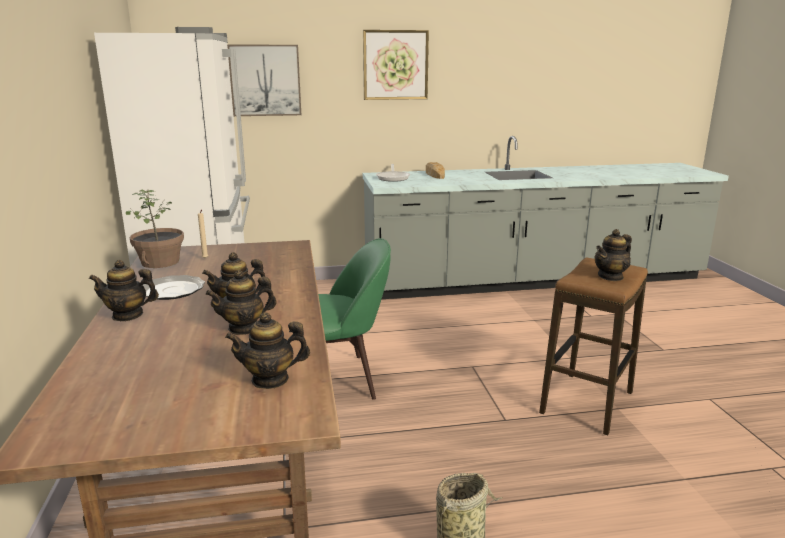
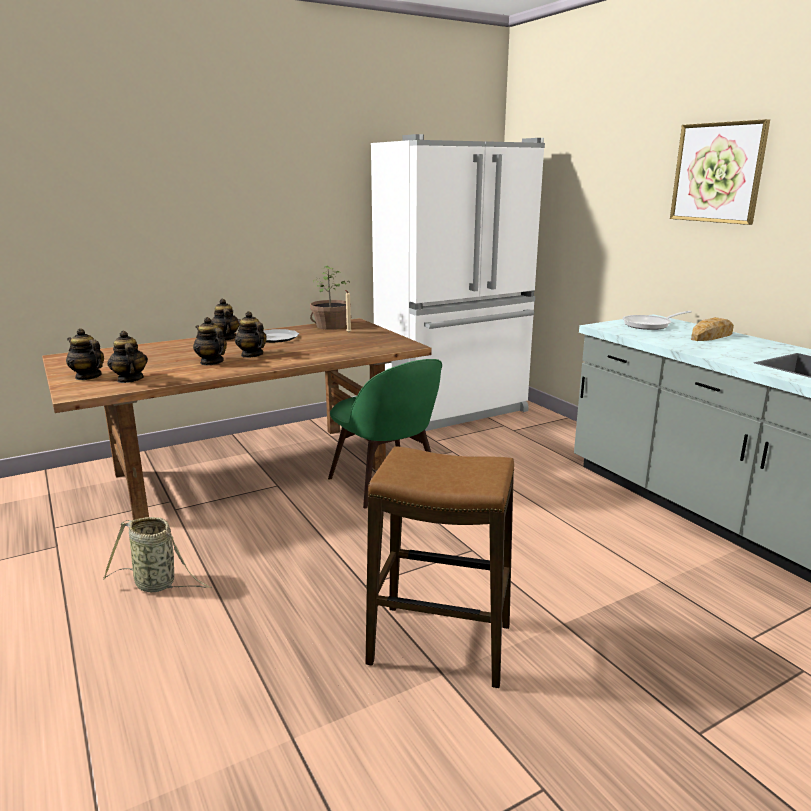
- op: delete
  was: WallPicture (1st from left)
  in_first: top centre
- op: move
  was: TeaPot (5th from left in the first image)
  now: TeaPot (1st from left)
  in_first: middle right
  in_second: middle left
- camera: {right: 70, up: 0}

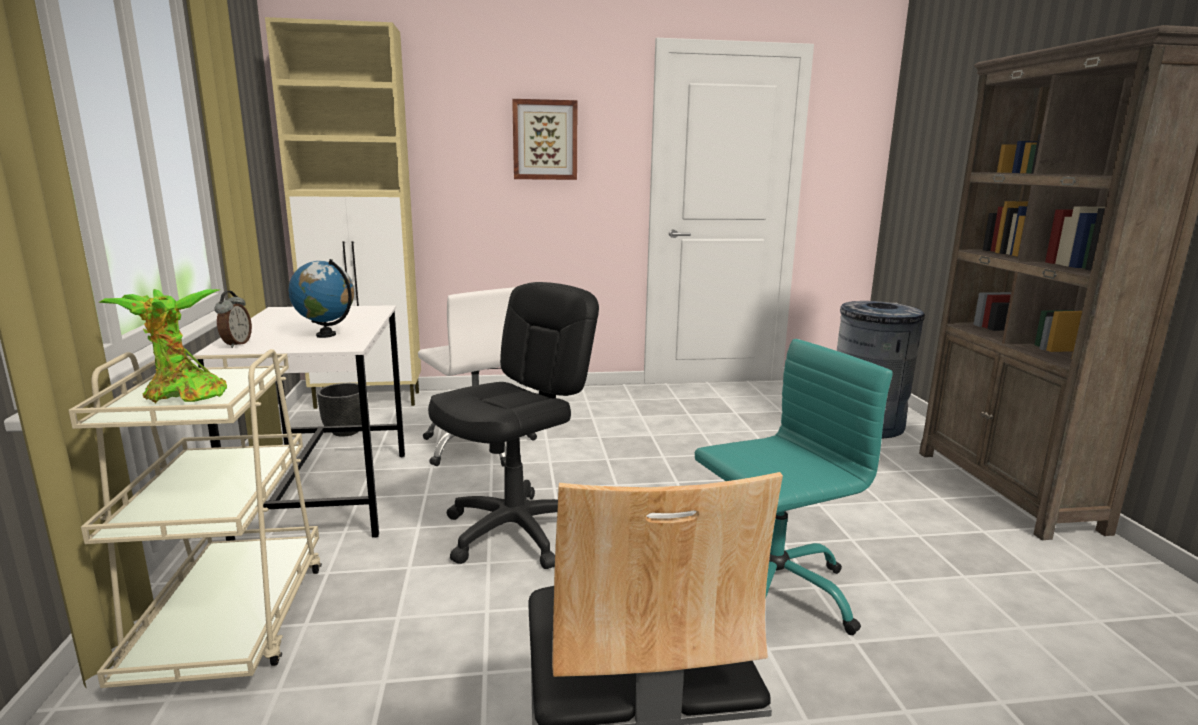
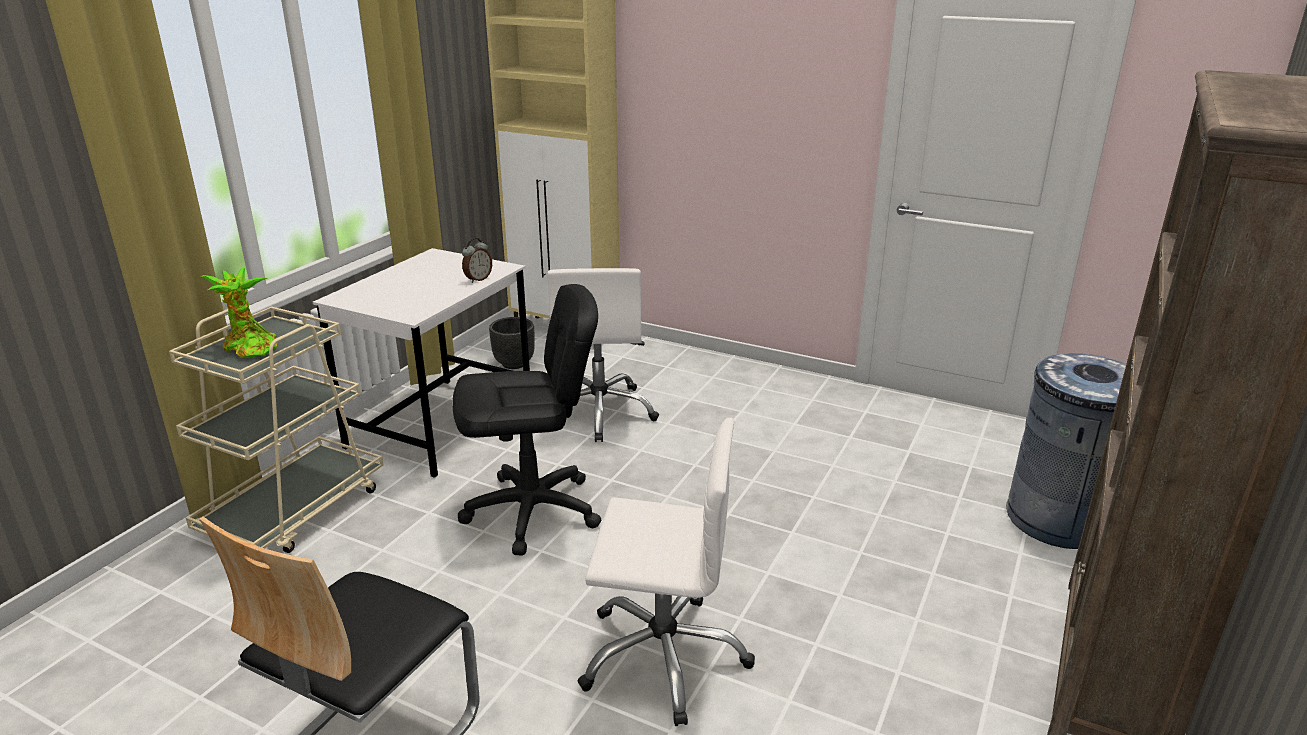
- op: delete
  was: WallPicture
  in_first: top centre
- op: delete
  was: WorldGlobe
  in_first: middle left
- op: move
  was: BedsideClock
  in_first: middle left
  in_second: centre
- op: recolor
  was: BlueGreenComputerChair
  now: WhitishComputerChair (2nd from left)
  in_first: bottom centre
  in_second: bottom centre
- camera: {right: 35, up: 10}

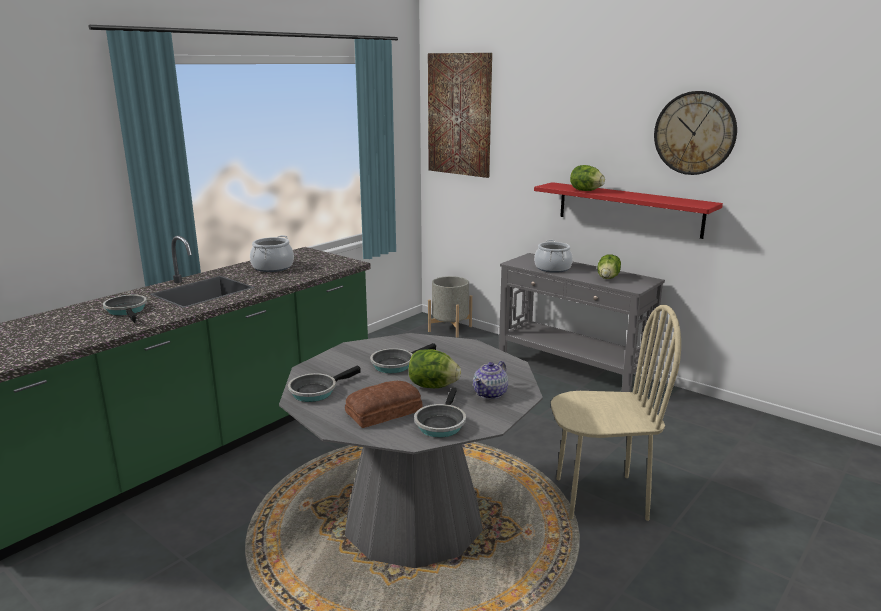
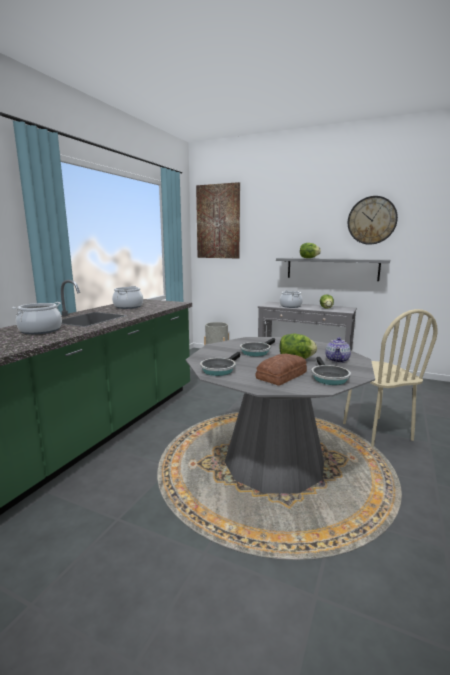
- op: recolor
  was: ReddishShelf
  now: GreyShelf
  in_first: middle right
  in_second: middle right
- op: replace
  was: FryingPan (1st from left)
  now: CookingPot (1st from left)
  in_first: middle left
  in_second: middle left
- op: rotate
  was: BeigeColouredChair
  in_first: bottom right
  in_second: middle right
  clockwise: 90
- camera: {right: -15, up: -5}

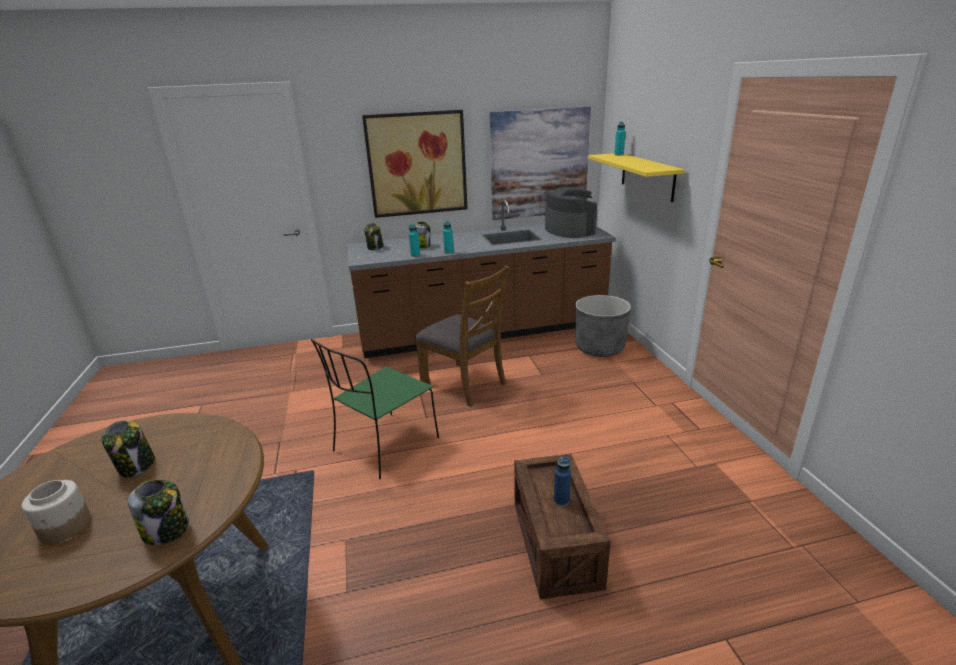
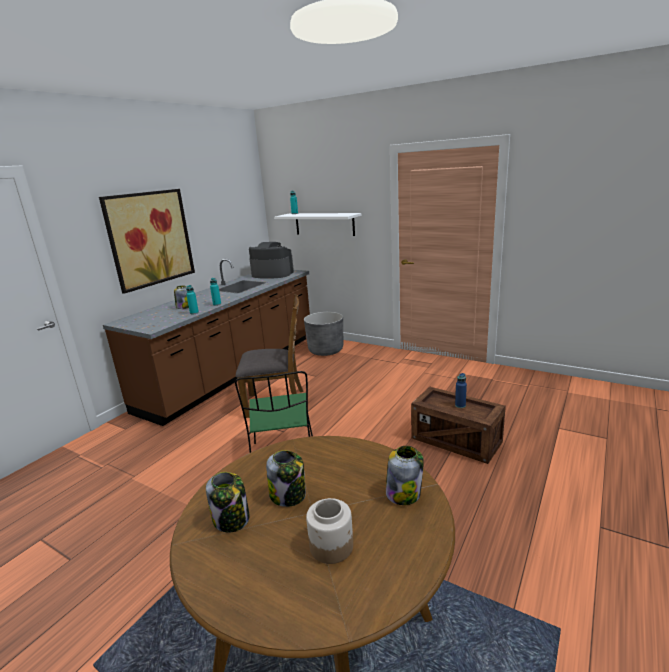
- op: delete
  was: WallPicture (2nd from left)
  in_first: top centre
- op: recolor
  was: YellowColouredShelf
  now: WhitishShelf
  in_first: top centre
  in_second: centre
- op: move
  was: Jar (4th from left in the first image)
  now: Jar (2nd from left)
  in_first: centre
  in_second: bottom centre
- camera: {right: -45, up: -5}

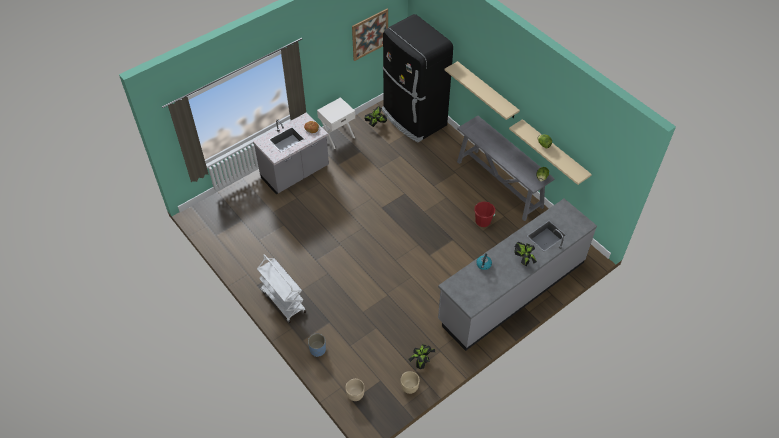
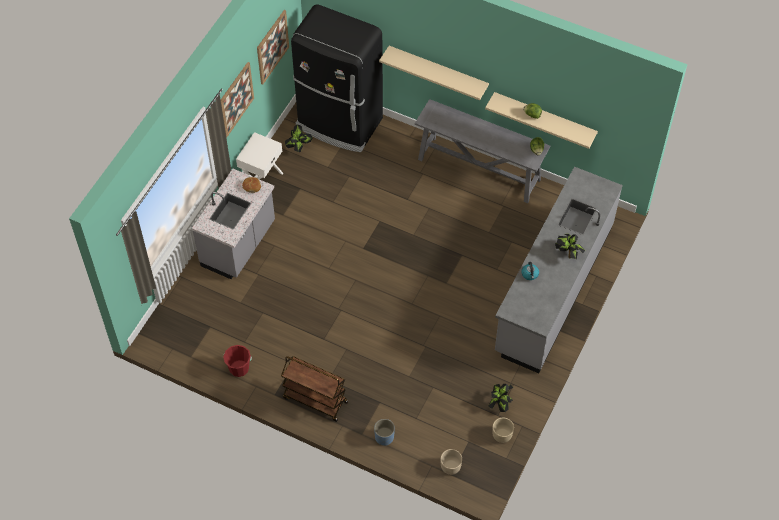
- op: move
  was: ReddishPail
  in_first: centre
  in_second: bottom left
- op: recolor
  was: WhitishCart
  now: BrownishCart
  in_first: centre
  in_second: bottom centre
- op: insert
  now: WallPicture (1st from left)
  in_second: top left
- camera: {right: -25, up: 5}

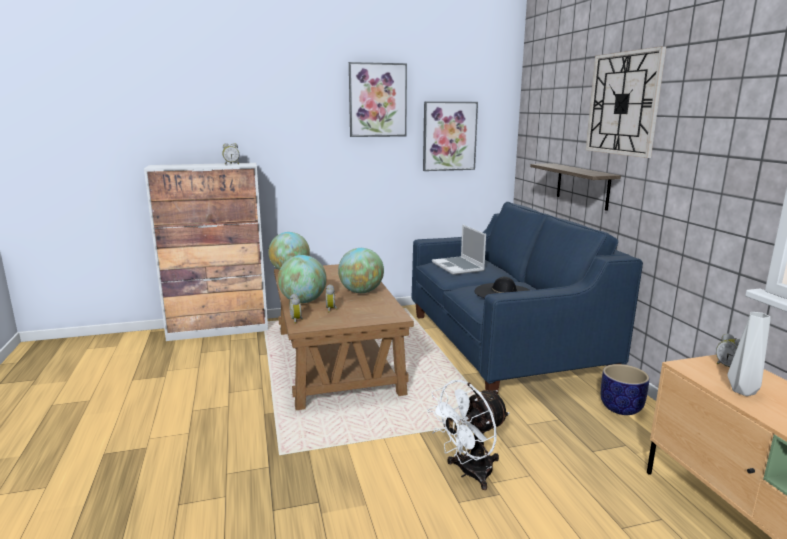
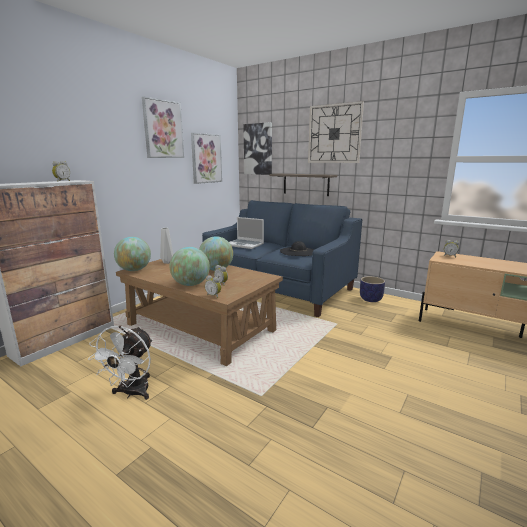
- op: move
  was: GreyFlowerVase
  in_first: middle right
  in_second: middle left
- op: move
  was: WhitishFan
  in_first: bottom centre
  in_second: bottom left
- op: insert
  now: WallPicture (3rd from left)
  in_second: top centre
- camera: {right: -40, up: 0}

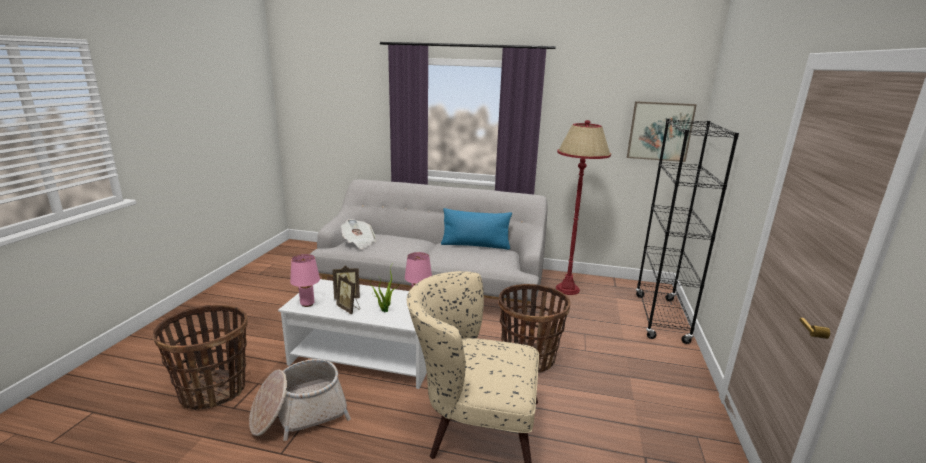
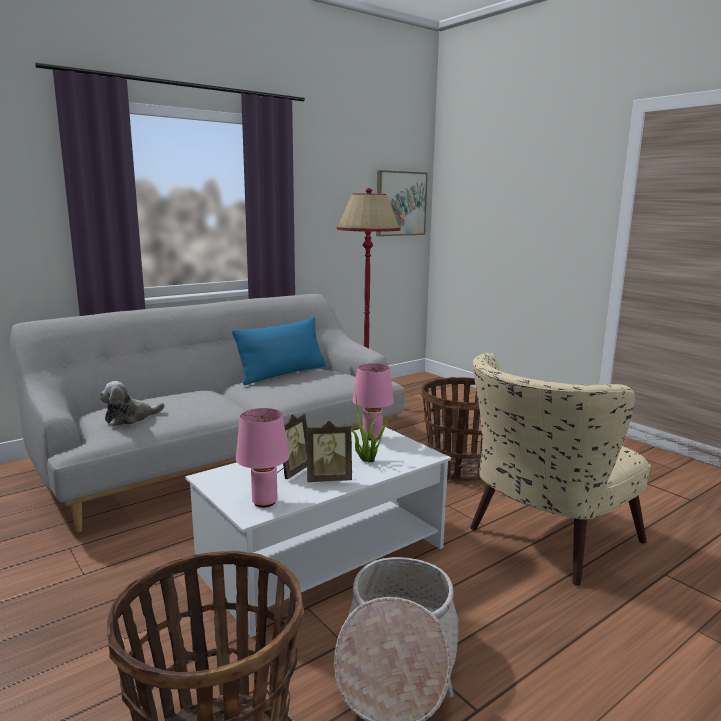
- op: delete
  was: BlackishShelvingUnit
  in_first: middle right
- op: replace
  was: Newspaper
  now: SoftToy
  in_first: centre
  in_second: middle left
- camera: {right: -50, up: -5}

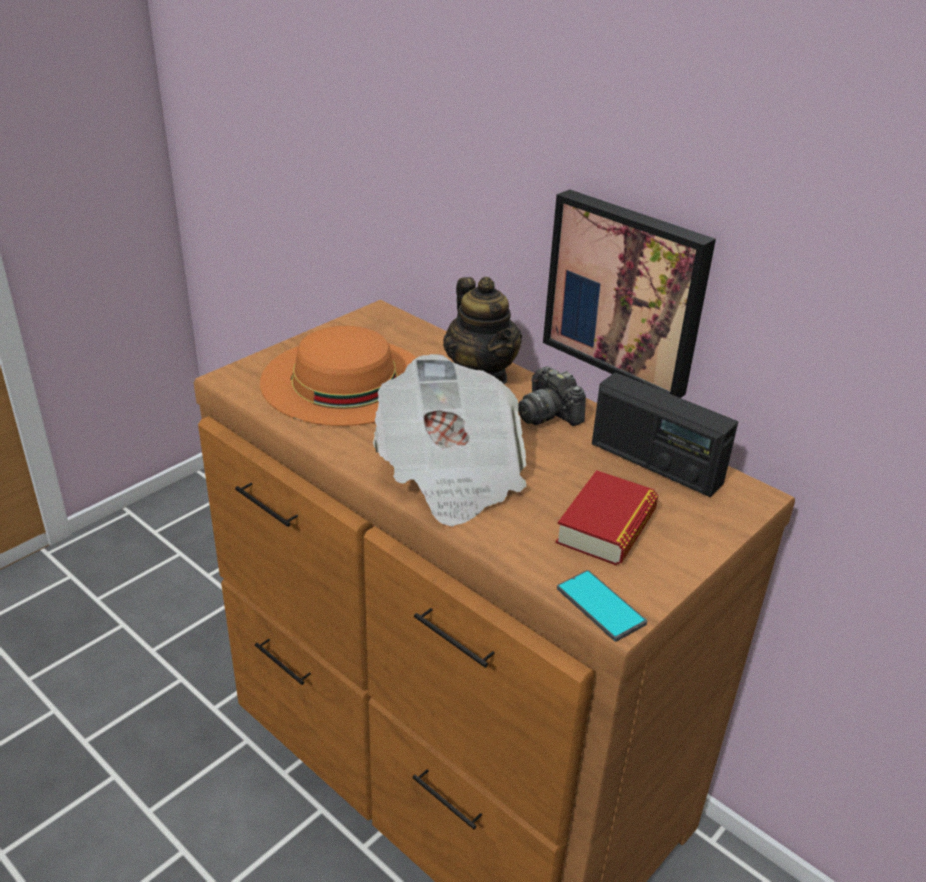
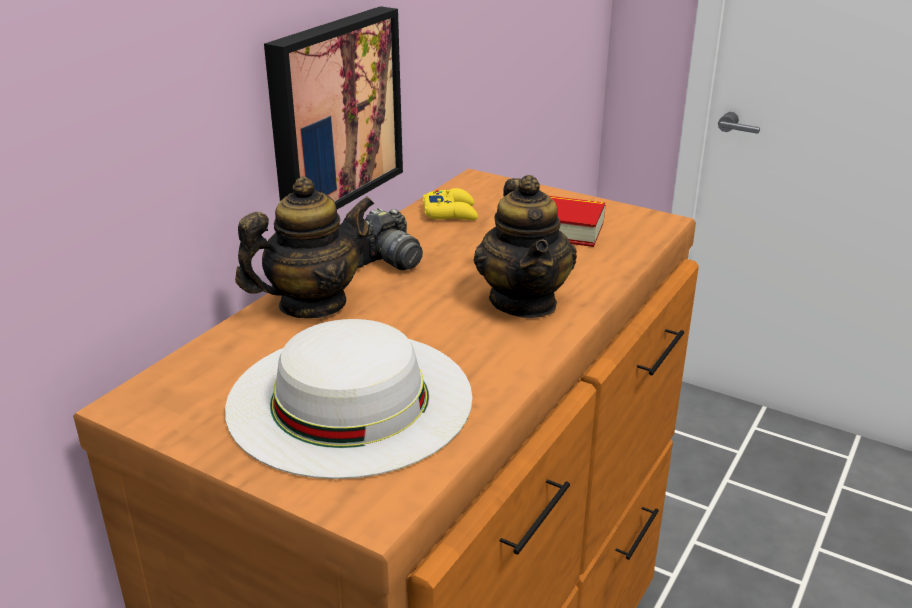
- op: recolor
  was: OrangeyHat
  now: WhitishHat
  in_first: centre
  in_second: centre
- op: replace
  was: Newspaper
  now: TeaPot (2nd from left)
  in_first: centre
  in_second: centre
- op: replace
  was: RadioSet
  now: YellowColouredGameController
  in_first: middle right
  in_second: centre
- op: delete
  was: Phone
  in_first: bottom centre
- camera: {right: -100, up: -5}

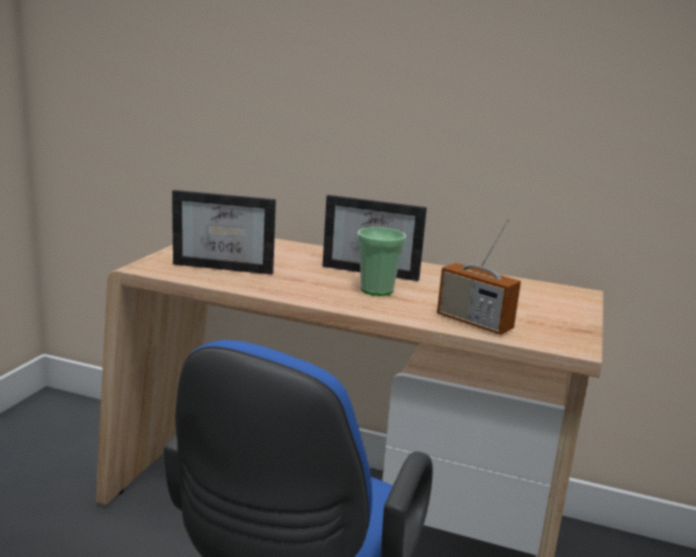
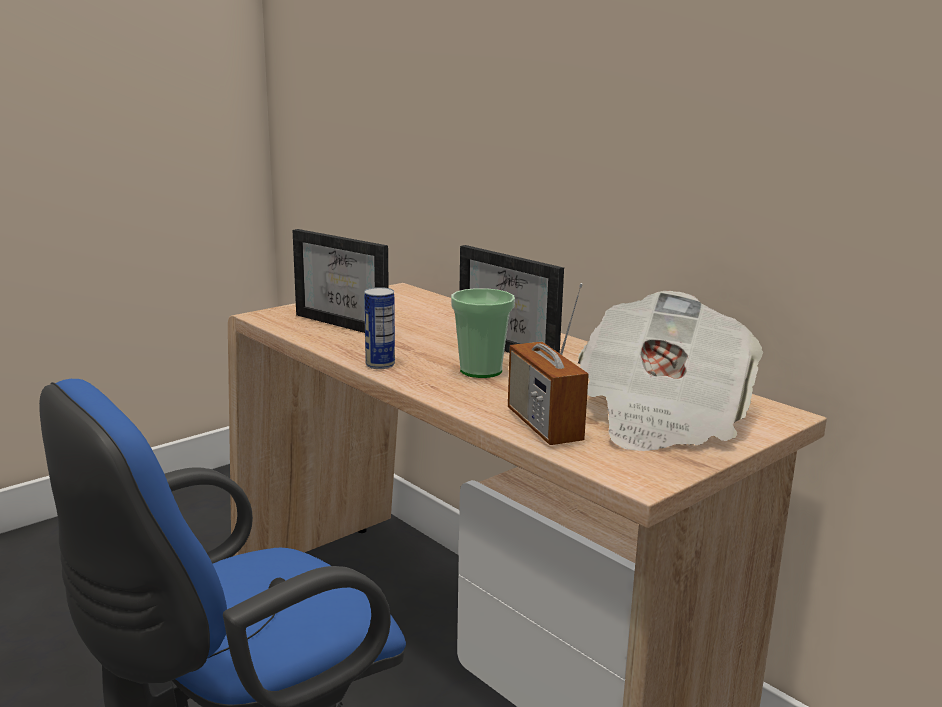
- op: insert
  now: SealedCan
  in_second: centre
- op: insert
  now: Newspaper
  in_second: middle right
- camera: {right: 30, up: 0}

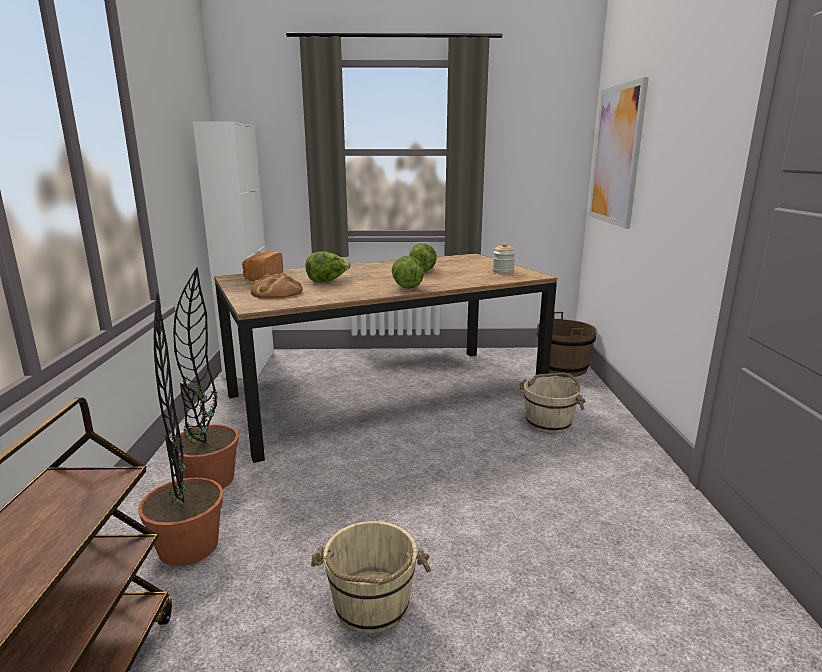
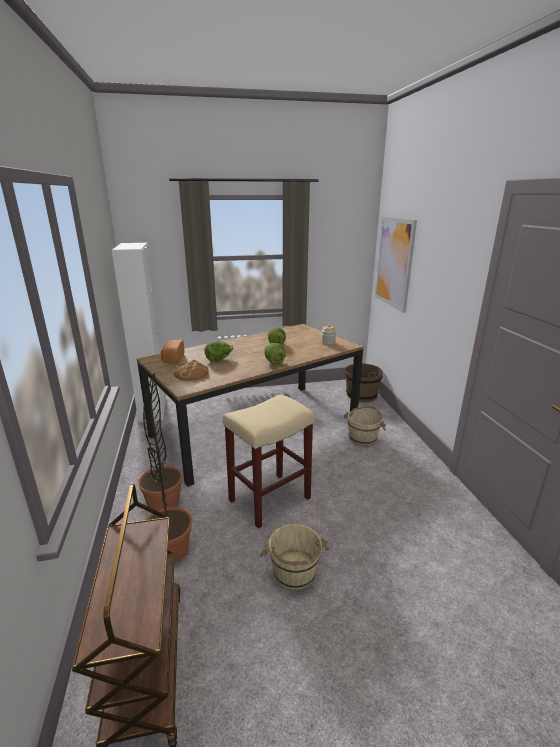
- op: insert
  now: BeigeColouredStoolSeat
  in_second: centre
- camera: {right: -10, up: 5}

